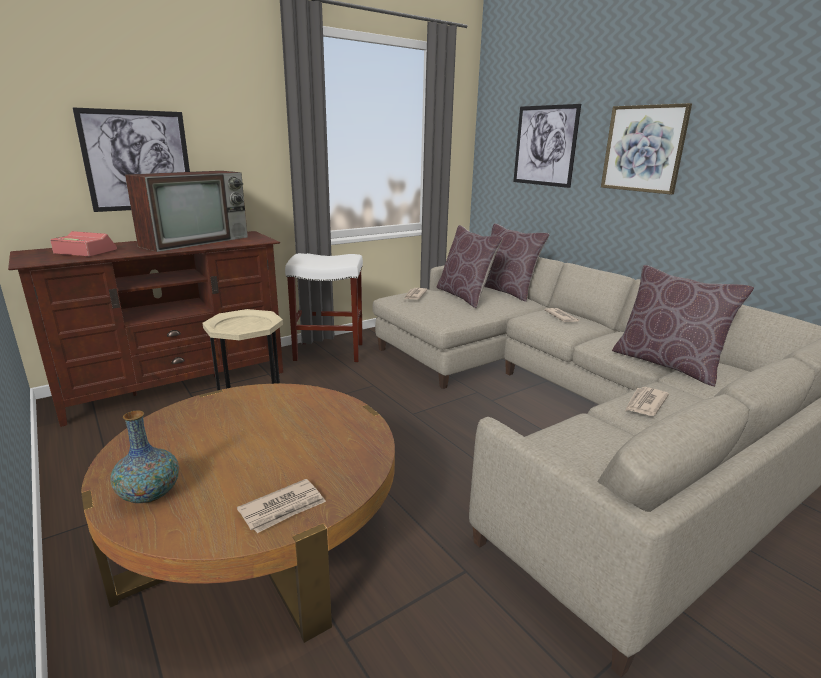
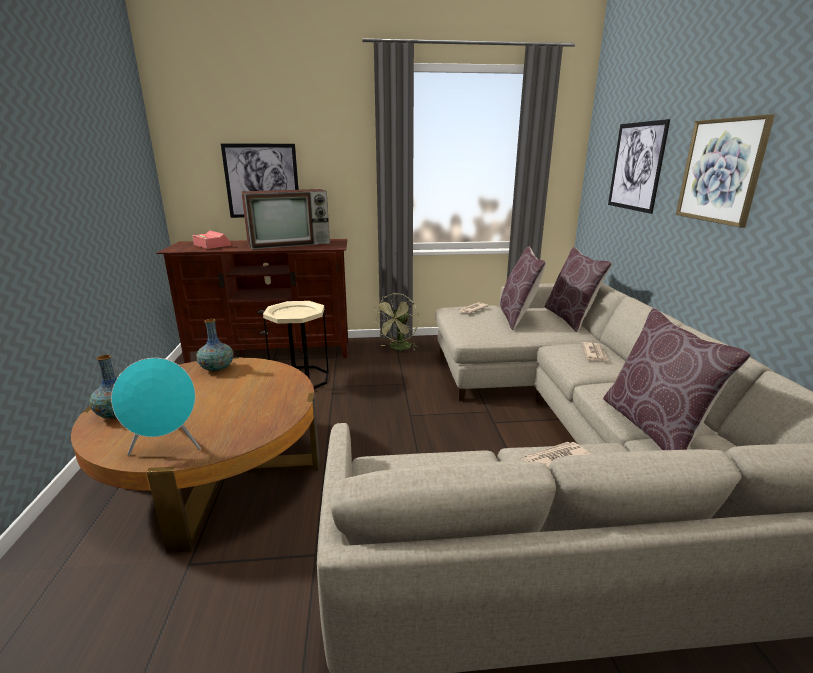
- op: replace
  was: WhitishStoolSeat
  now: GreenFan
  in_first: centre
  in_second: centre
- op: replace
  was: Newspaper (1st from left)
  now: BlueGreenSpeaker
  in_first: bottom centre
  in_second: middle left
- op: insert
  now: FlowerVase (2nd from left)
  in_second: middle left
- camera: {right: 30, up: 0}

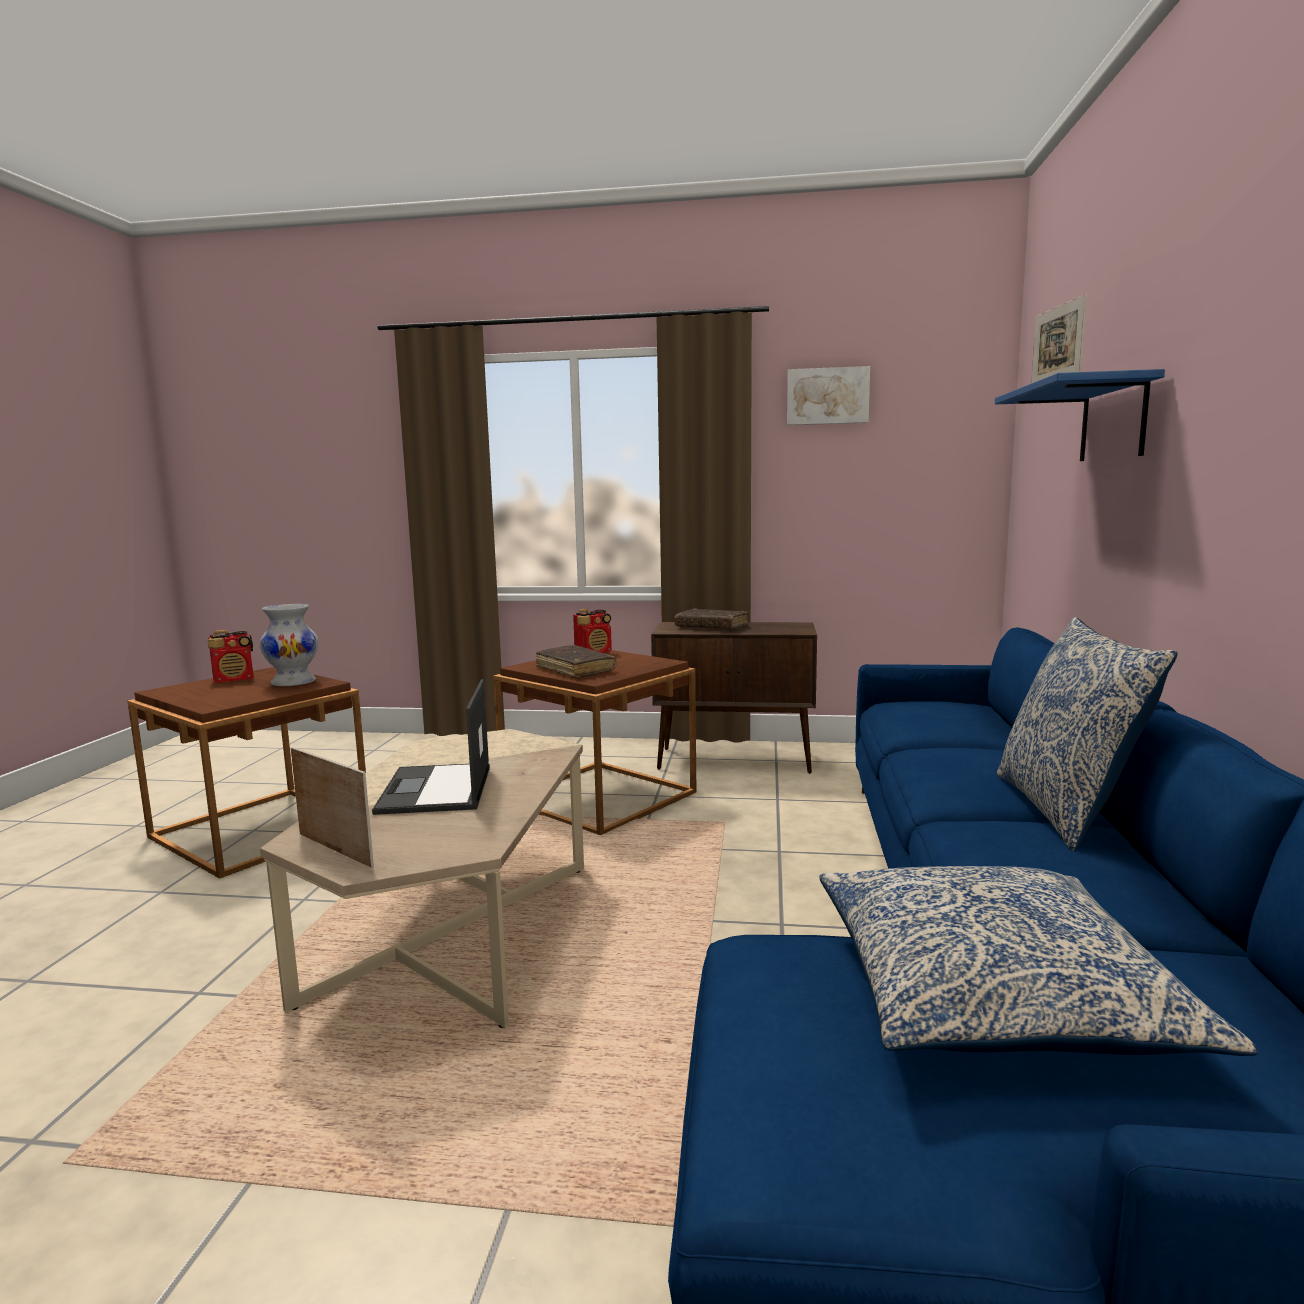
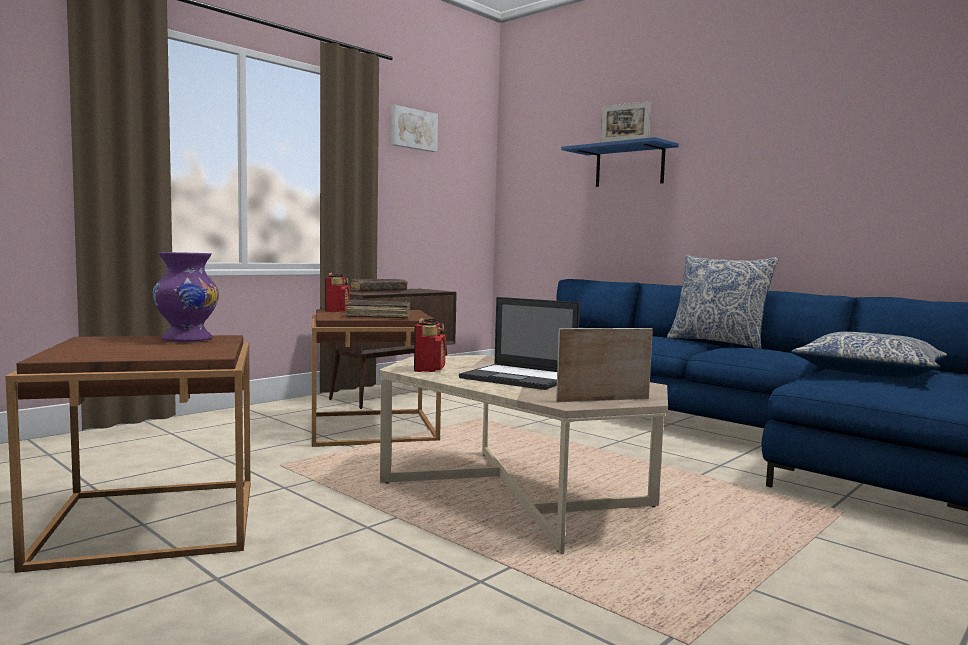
- op: recolor
  was: WhitishFlowerVase
  now: PurpleFlowerVase
  in_first: middle left
  in_second: middle left
- op: move
  was: RadioSet (1st from left in the first image)
  now: RadioSet (2nd from left)
  in_first: middle left
  in_second: centre
- camera: {right: -55, up: -5}

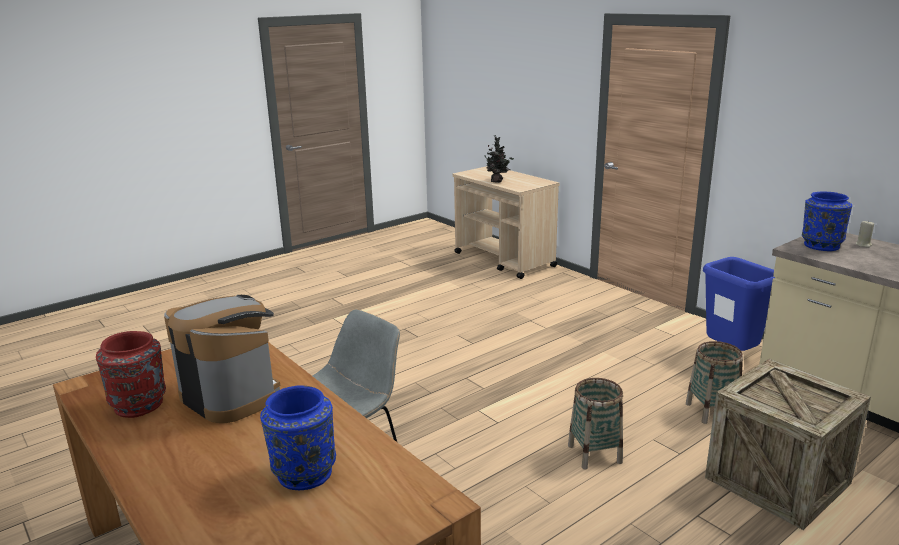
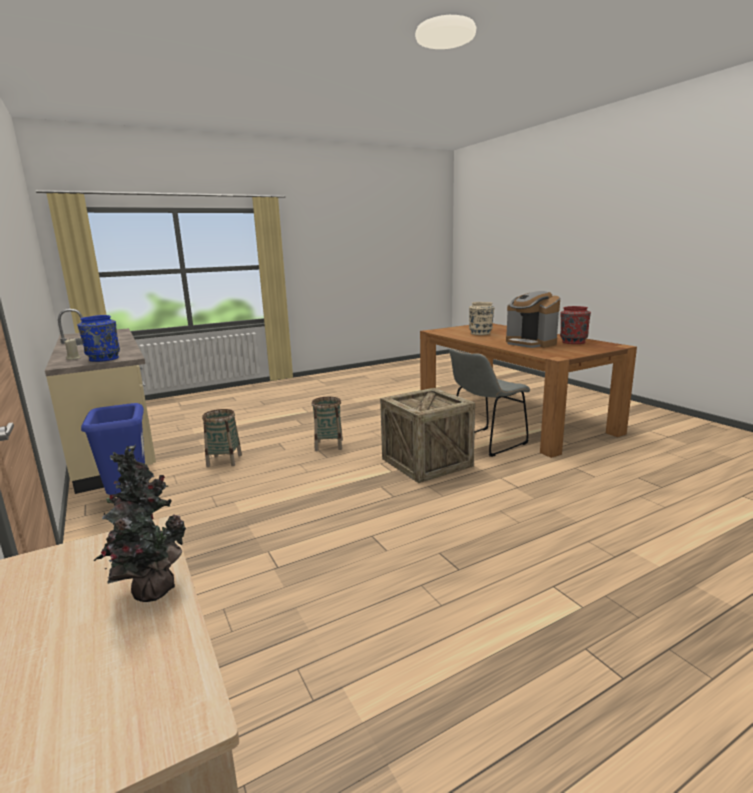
- op: move
  was: Crate
  in_first: bottom right
  in_second: centre
- op: recolor
  was: BlueFlowerVase (1st from left)
  now: BeigeColouredFlowerVase
  in_first: bottom left
  in_second: centre
- camera: {right: -170, up: -5}

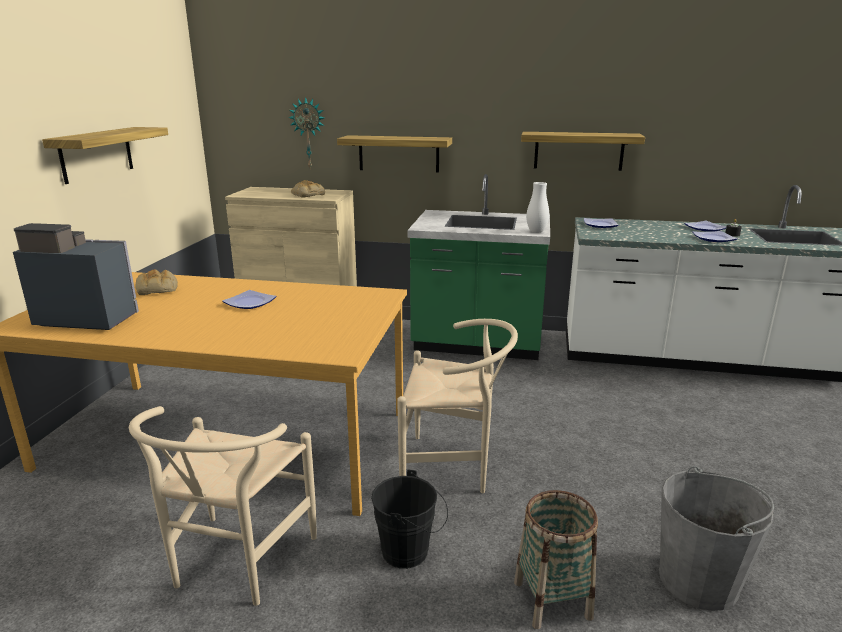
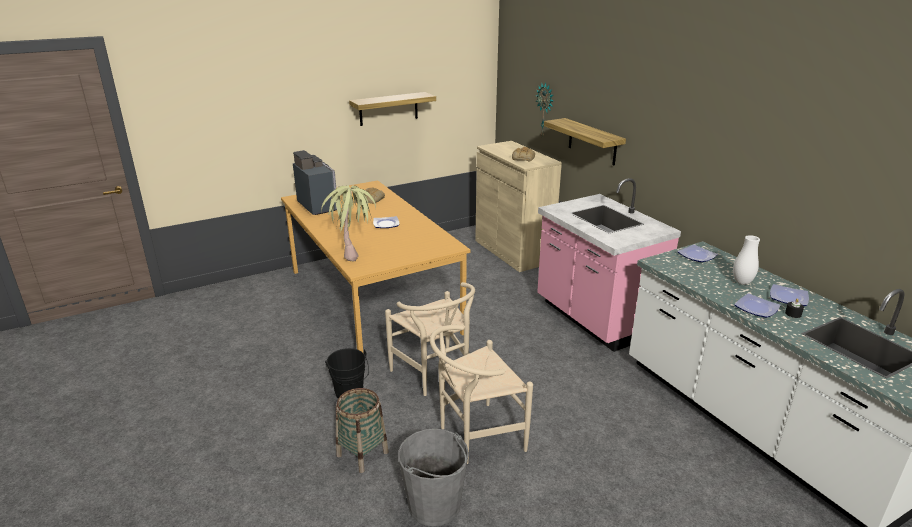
- op: delete
  was: Shelf (3rd from left)
  in_first: top right
- op: recolor
  was: GreenKitchenBaseUnit
  now: PinkColouredKitchenBaseUnit
  in_first: centre
  in_second: middle right
- op: move
  was: WhitishFlowerVase
  in_first: top centre
  in_second: middle right
- op: move
  was: BeigeColouredChair (1st from left in the first image)
  now: BeigeColouredChair (2nd from left)
  in_first: bottom left
  in_second: bottom centre
- op: insert
  now: PottedPlant
  in_second: centre
- camera: {right: 50, up: 5}

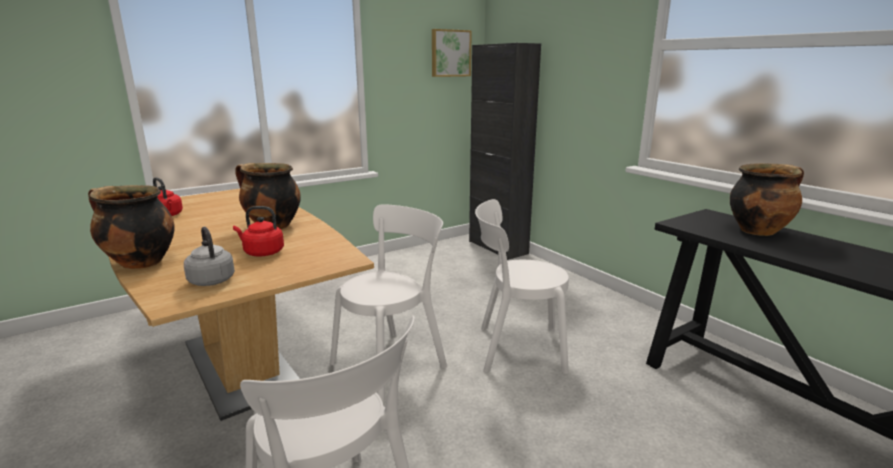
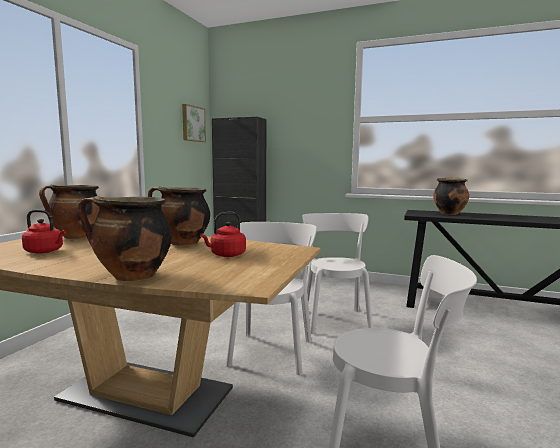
- op: rotate
  was: WhitishChair (3rd from left in the first image)
  in_first: centre
  in_second: centre
  clockwise: 120
- op: delete
  was: GreyWaterKettle
  in_first: middle left
- op: insert
  now: CookingPot (1st from left)
  in_second: middle left
- camera: {right: -35, up: -10}

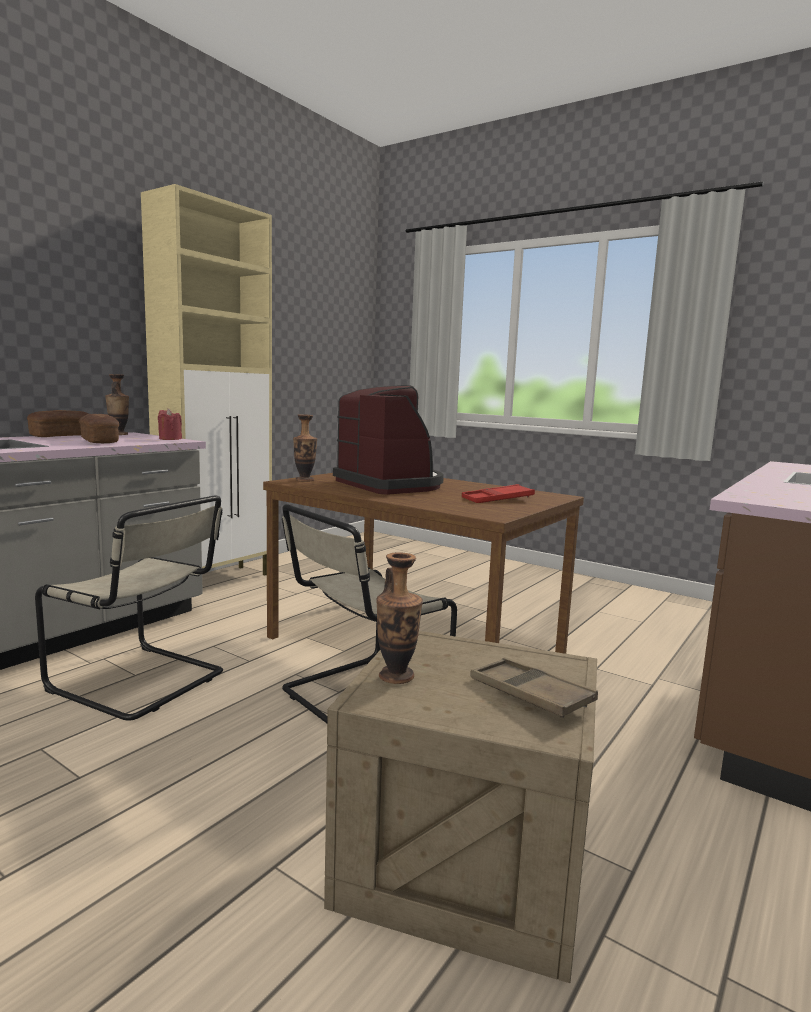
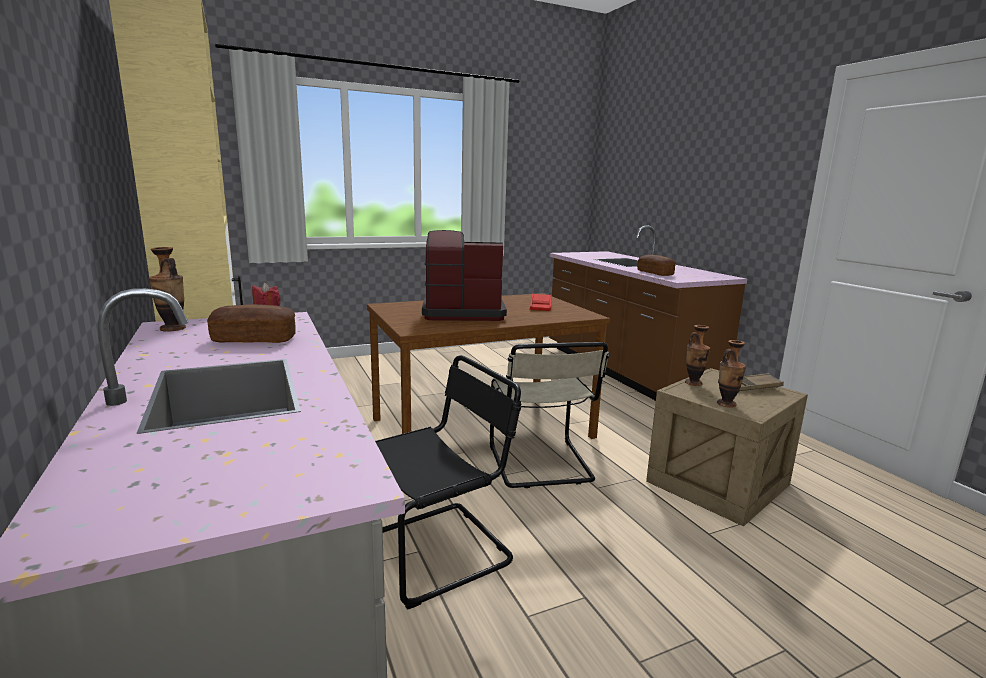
- op: move
  was: BakedBread (1st from left in the first image)
  now: BakedBread (2nd from left)
  in_first: middle left
  in_second: centre
- op: move
  was: FlowerVase (2nd from left)
  in_first: centre
  in_second: middle right
- op: recolor
  was: BeigeColouredChair (1st from left)
  now: BlackishChair
  in_first: middle left
  in_second: bottom centre
- camera: {right: -60, up: 5}

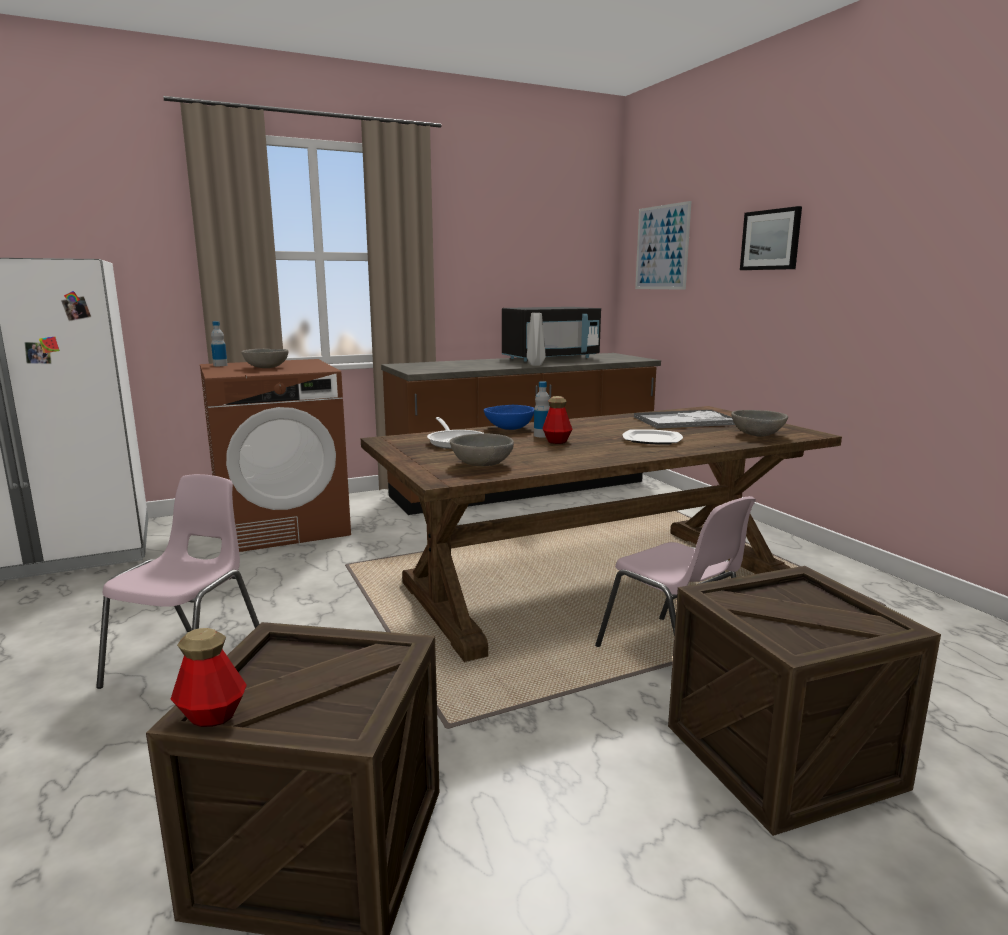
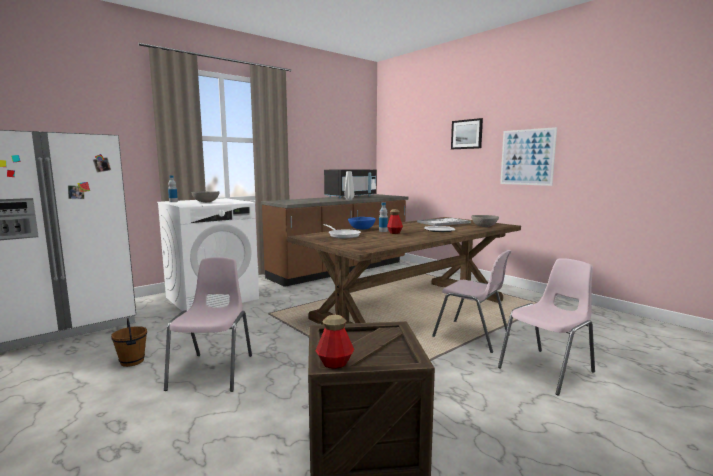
- op: move
  was: WallPicture (1st from left in the first image)
  now: WallPicture (2nd from left)
  in_first: top centre
  in_second: top right
- op: recolor
  was: BrownishLaundryMachine
  now: WhitishLaundryMachine
  in_first: middle left
  in_second: middle left
- op: delete
  was: GreyBowl (2nd from left)
  in_first: centre
- op: replace
  was: Crate (2nd from left)
  now: PinkColouredChair (3rd from left)
  in_first: bottom right
  in_second: bottom right
- op: insert
  now: BrownishPail
  in_second: bottom left
- camera: {right: -15, up: -5}

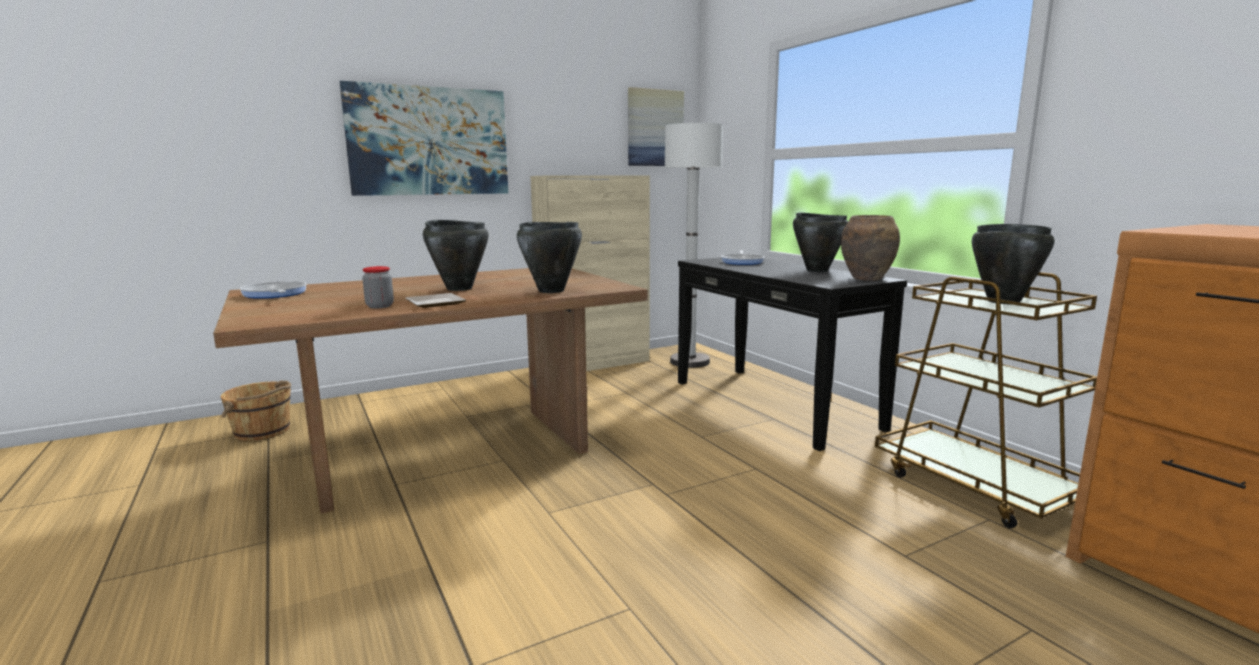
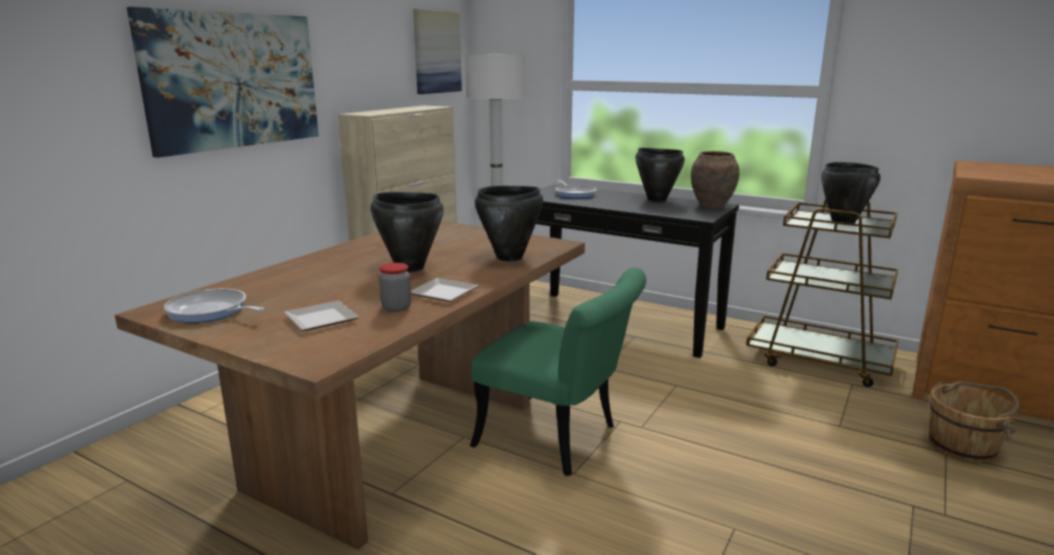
- op: move
  was: BrownishPail
  in_first: middle left
  in_second: bottom right
- op: insert
  now: GreenChair
  in_second: bottom centre
- op: insert
  now: Plate (1st from left)
  in_second: middle left
- camera: {right: -30, up: 5}

